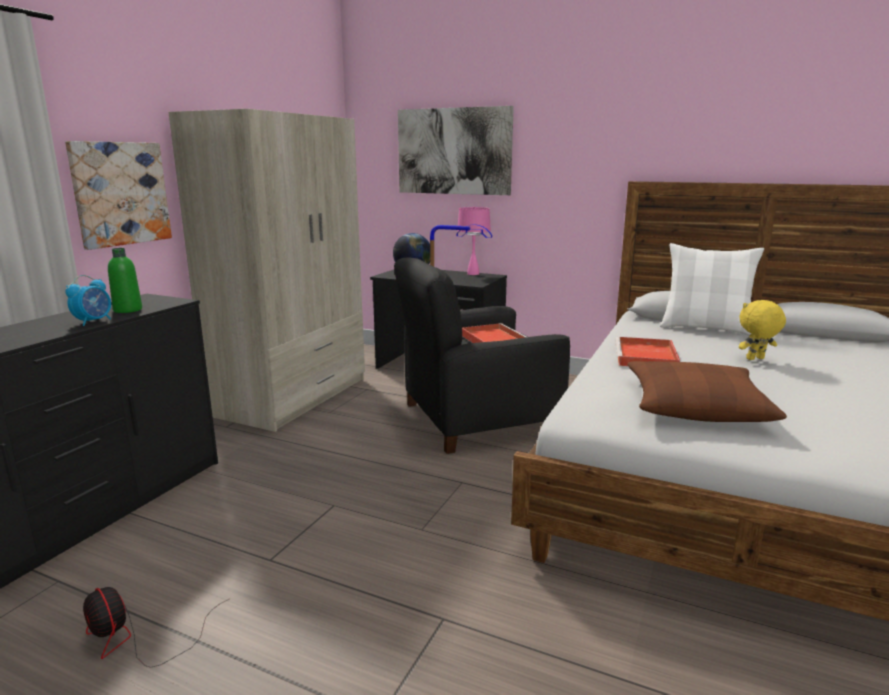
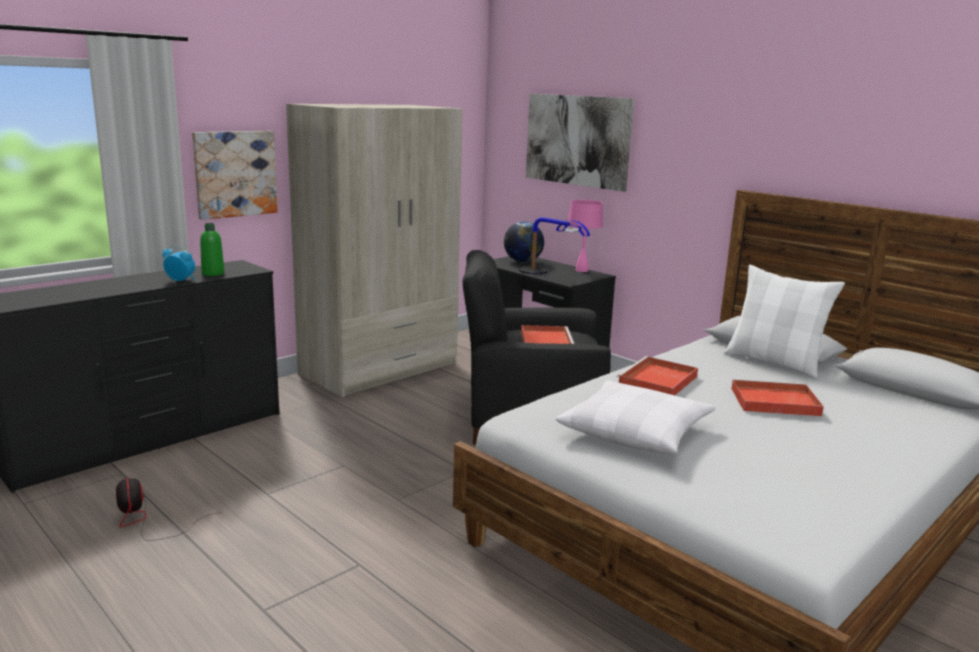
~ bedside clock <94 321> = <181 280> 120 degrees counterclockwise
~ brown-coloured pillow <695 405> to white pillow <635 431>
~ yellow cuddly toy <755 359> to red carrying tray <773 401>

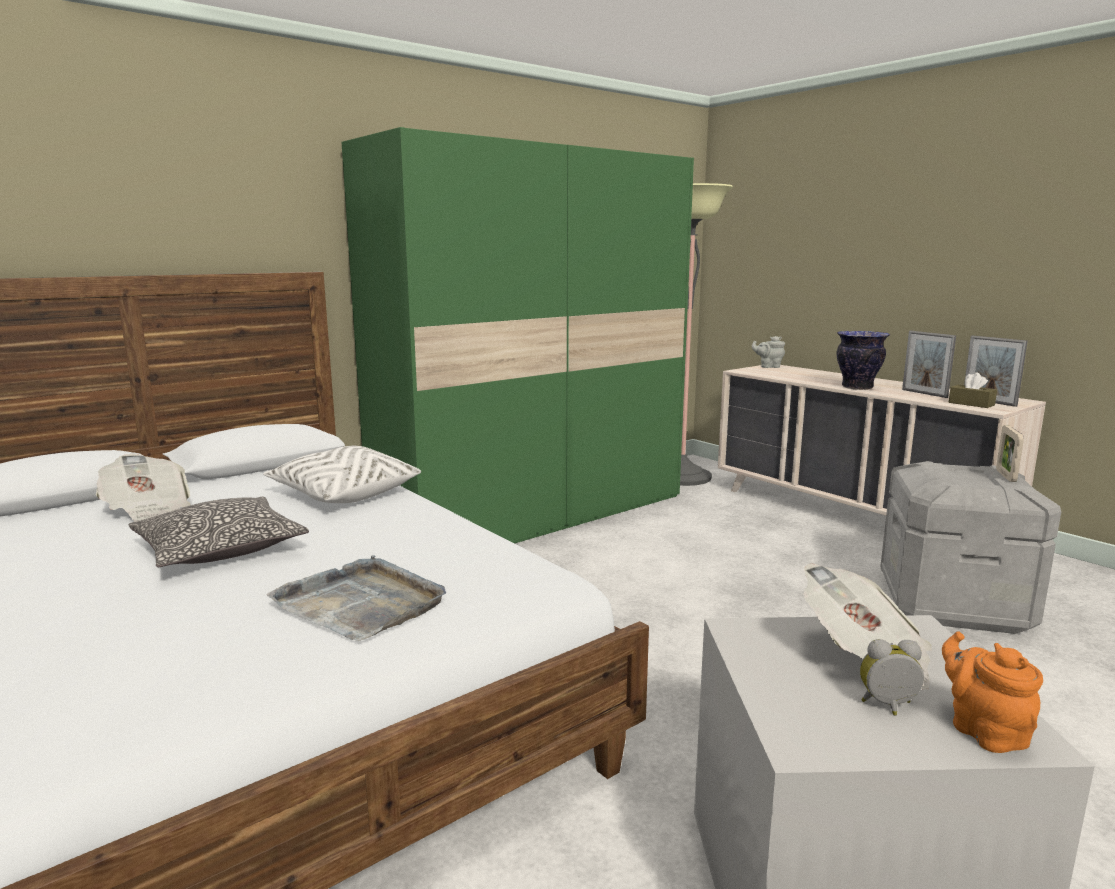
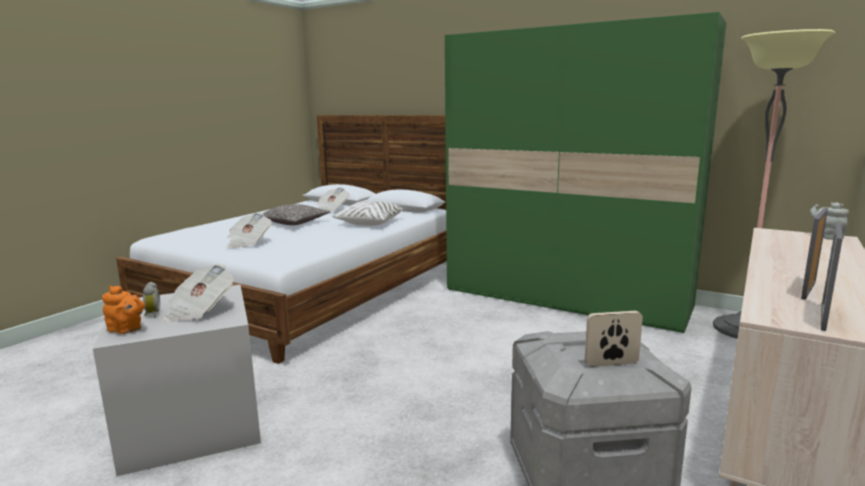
~ orange-coloured pot for tea <983 731> = <127 330> 60 degrees clockwise
~ gray carrying tray <361 603> to daily paper <248 243>
- flower vase <856 387>
- brown-coloured tissue holder <971 404>

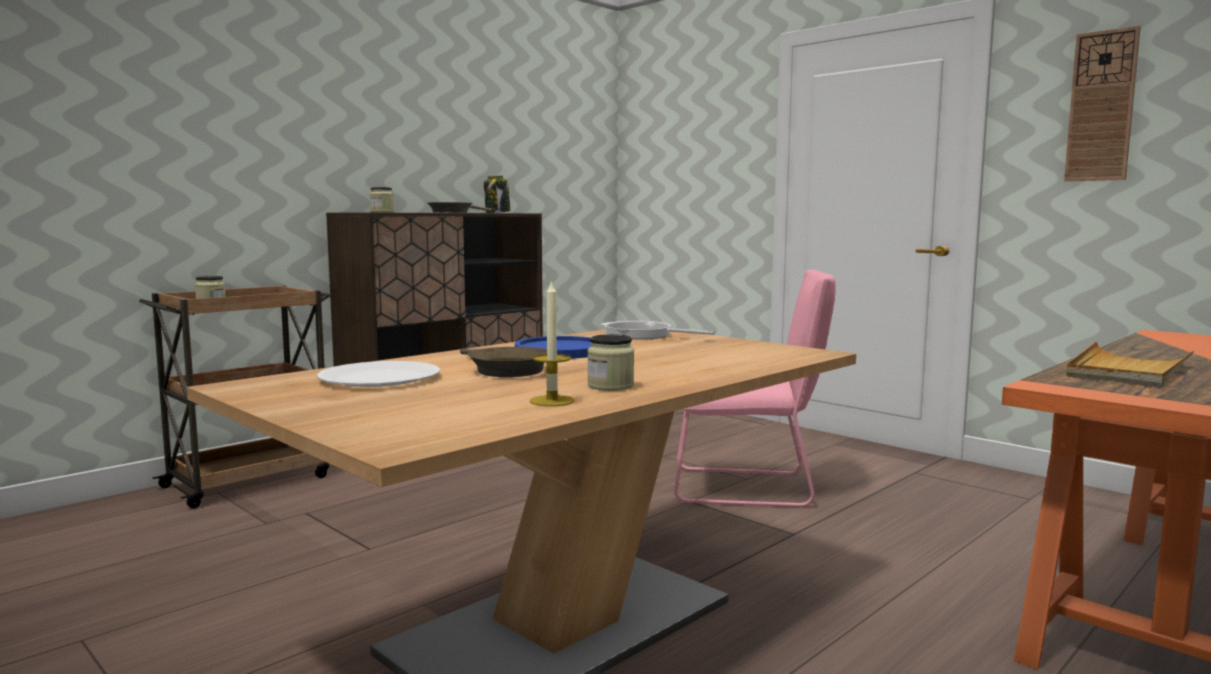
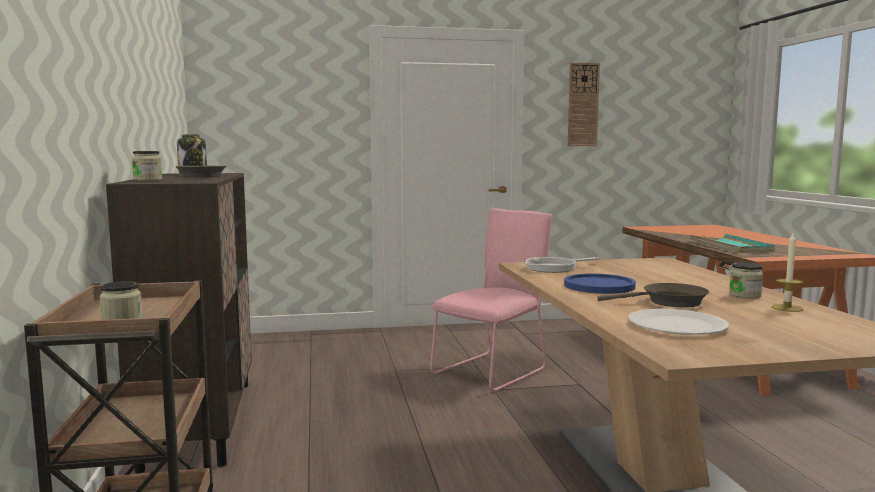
~ beige-coloured carrying tray <1127 370> to blue-green carrying tray <731 246>

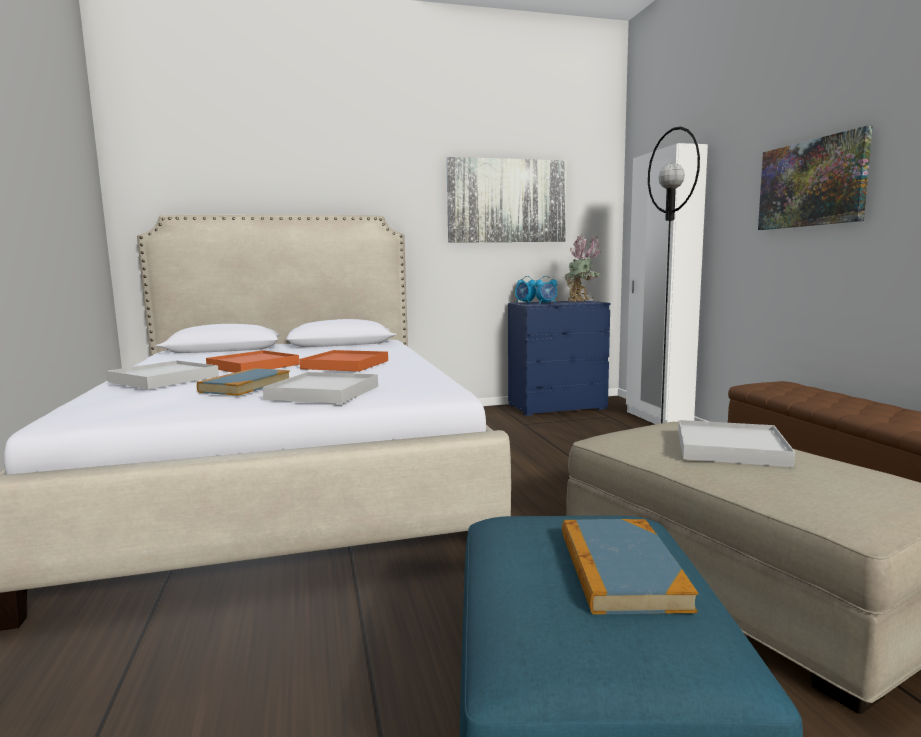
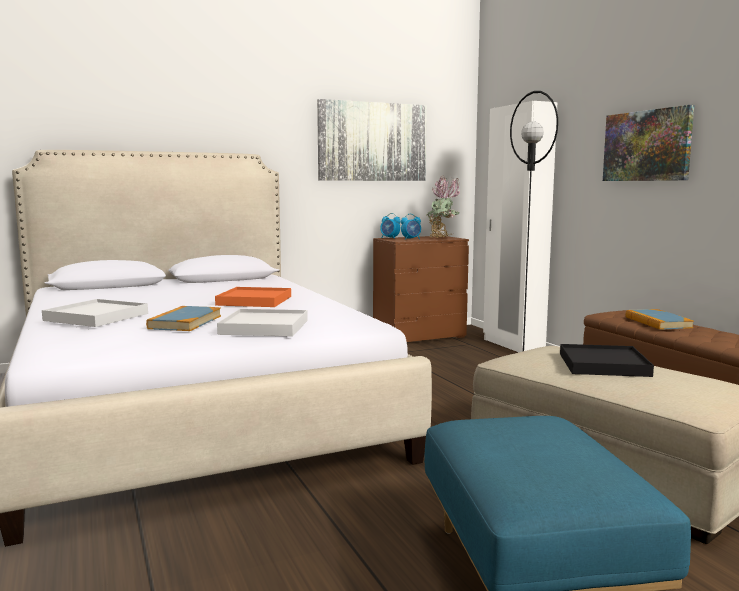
~ blue drawer chest <557 407> to brown-coloured drawer chest <419 336>
~ white carrying tray <730 448> to black carrying tray <603 365>
~ bound book <620 570> to <657 322>
- orange-coloured carrying tray <253 366>

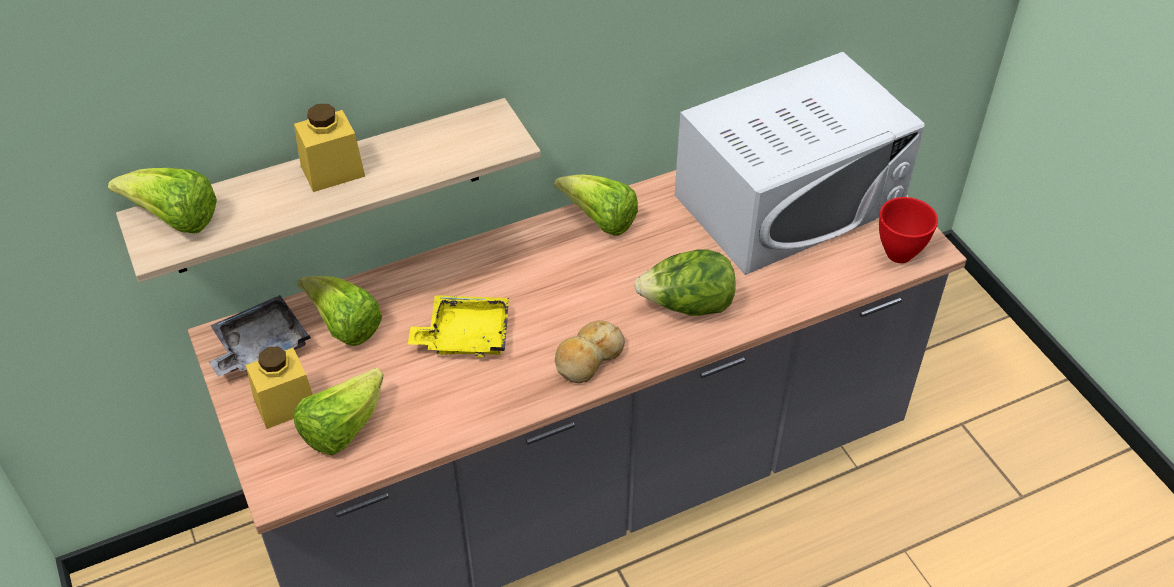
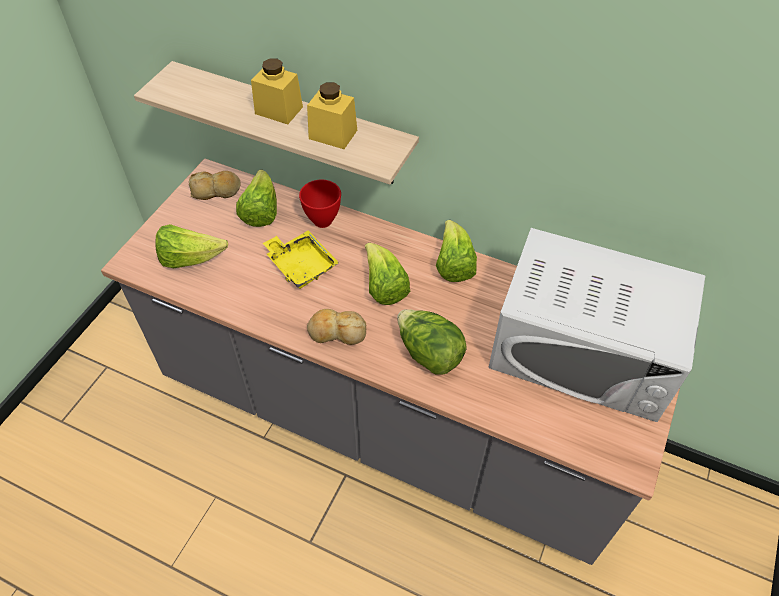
~ gray carrying tray <260 347> to bakery bread <216 191>
~ red serving bowl <898 253> to <323 220>
~ yellow jar <285 404> to <333 134>
~ lettuce <175 220> to <384 287>

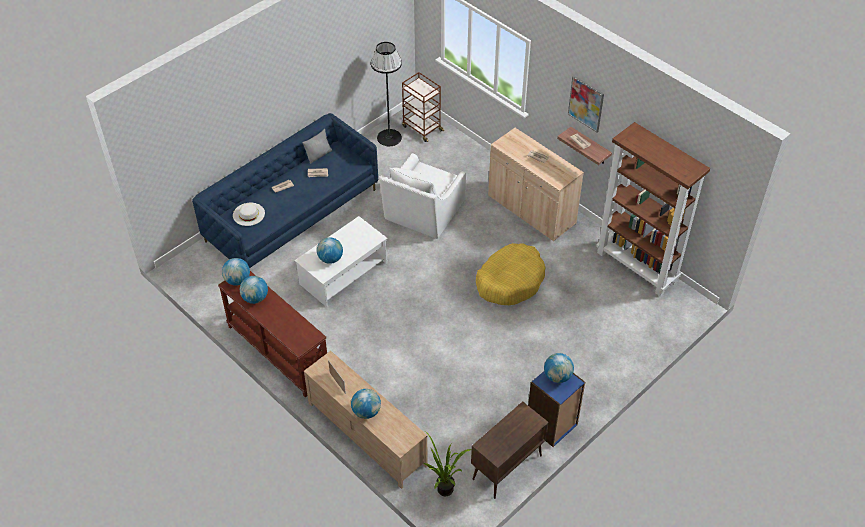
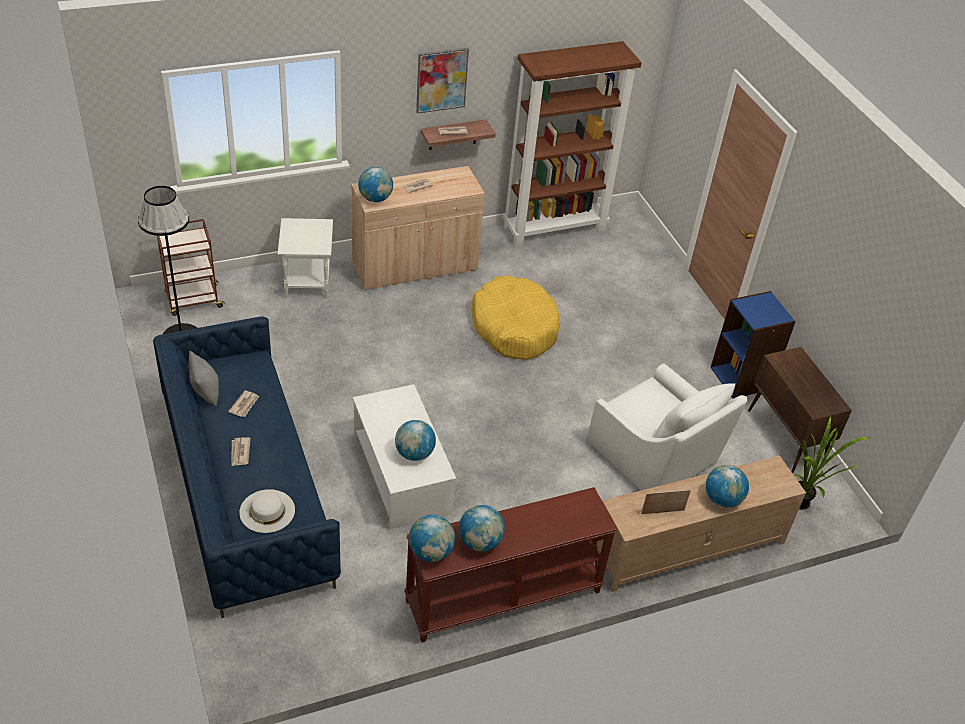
+ white side table <307 284>
~ globe <557 376> to <375 198>
~ white lounge chair <423 212> to <655 456>

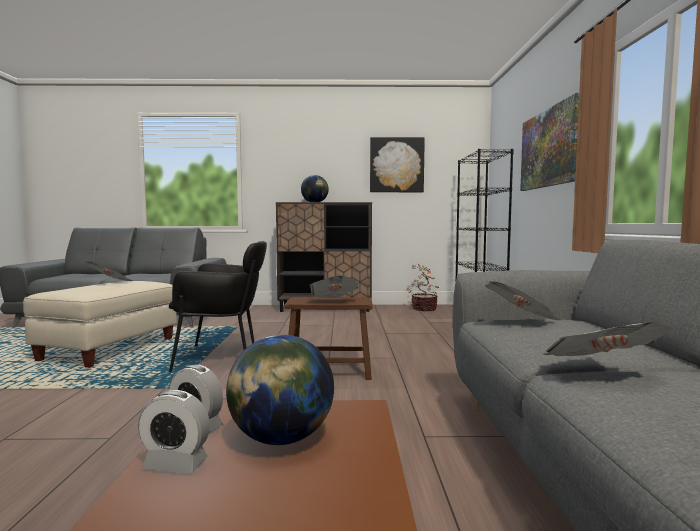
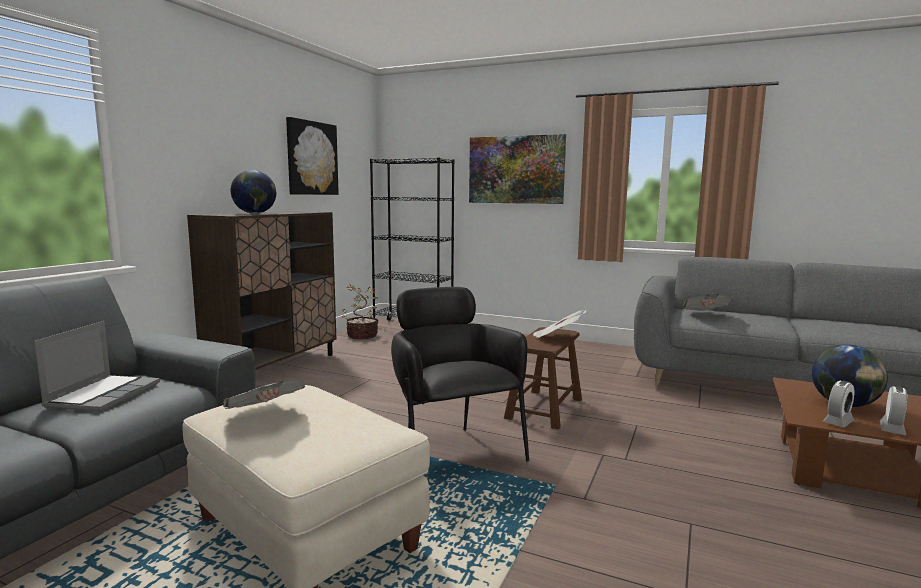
+ portable computer <104 394>
~ black lounge chair <222 357> = <452 450> 45 degrees counterclockwise
- daily paper <600 371>

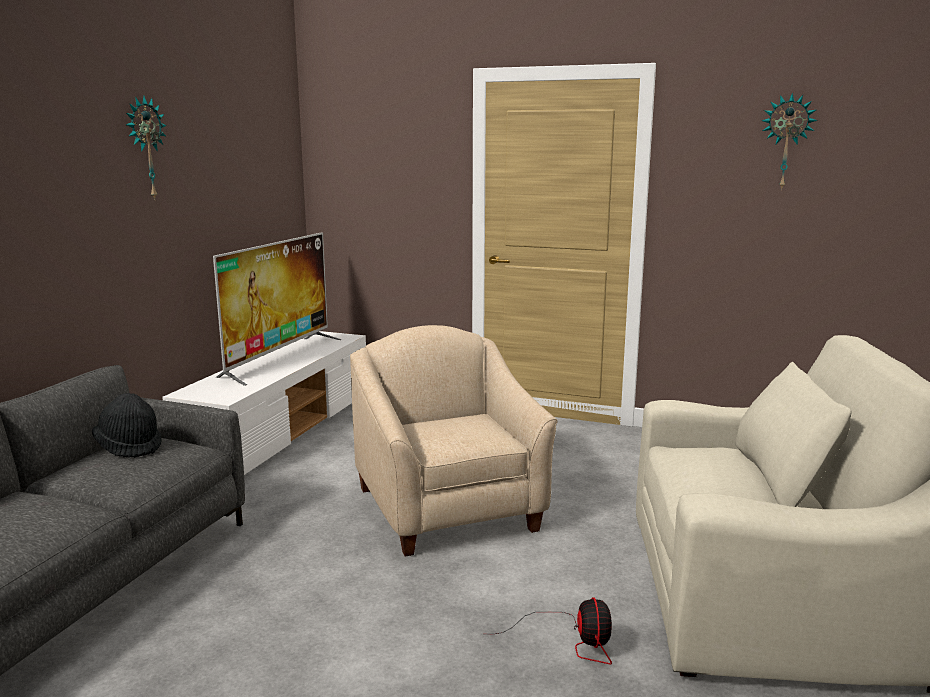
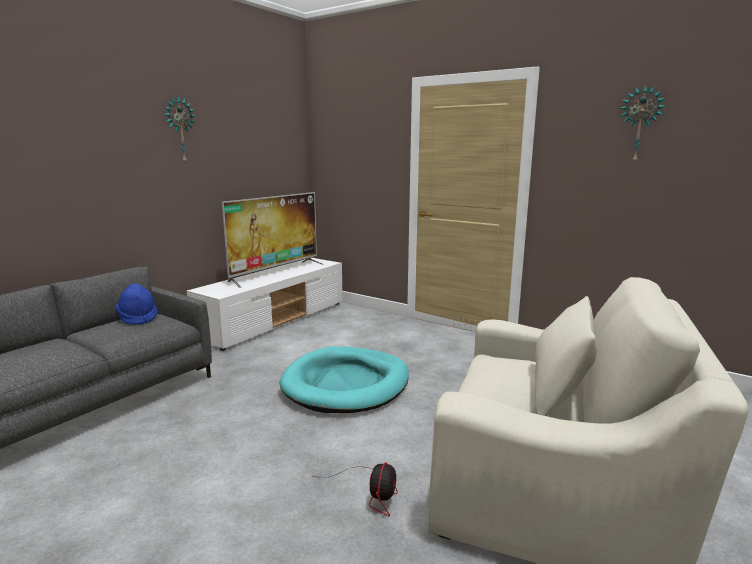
~ black hat <129 446> to blue hat <138 318>
~ beige-coloured lounge chair <449 509> to blue-green dog bed <346 384>

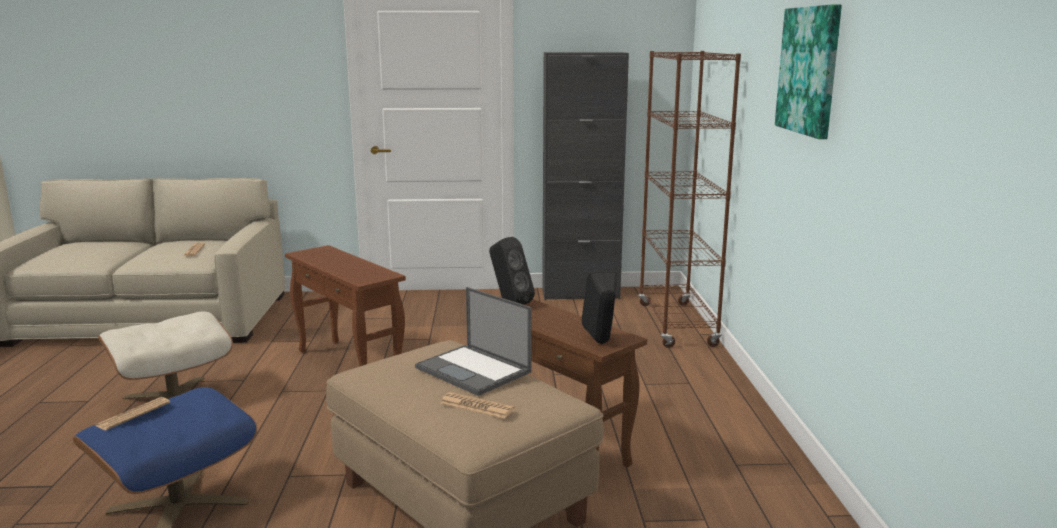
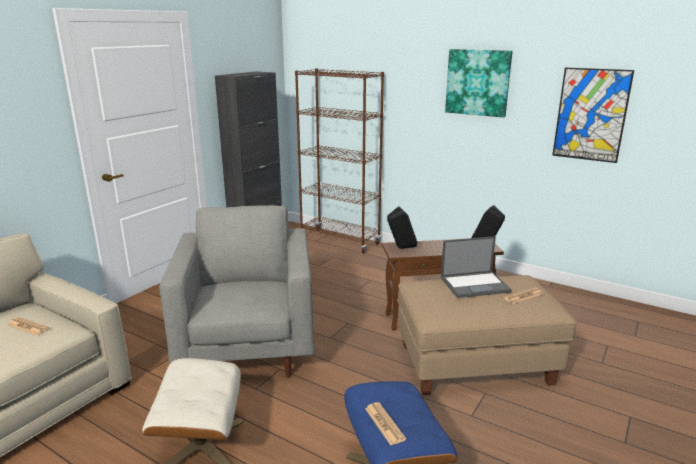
~ brown-coloured side table <349 365> to gray lounge chair <249 349>
+ wall picture <591 115>

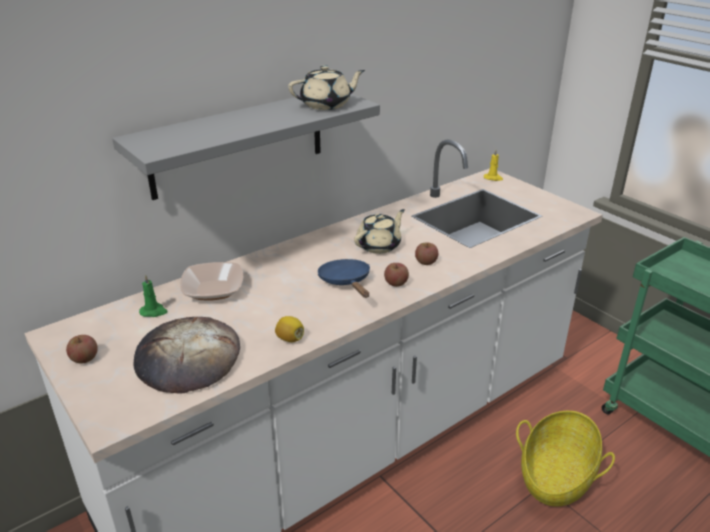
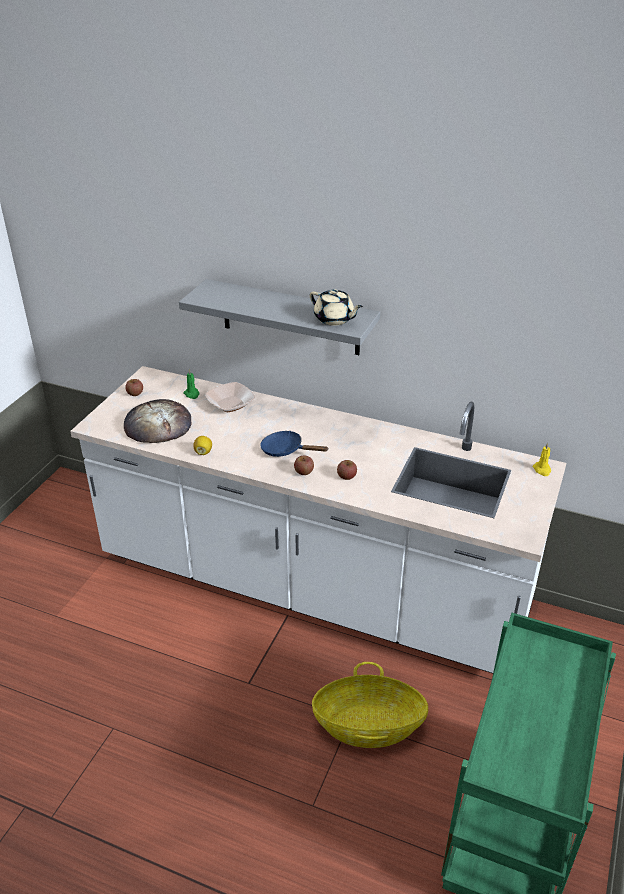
~ blue frying pan <346 282> = <286 450> 105 degrees counterclockwise
- beige-coloured pot for tea <379 245>

